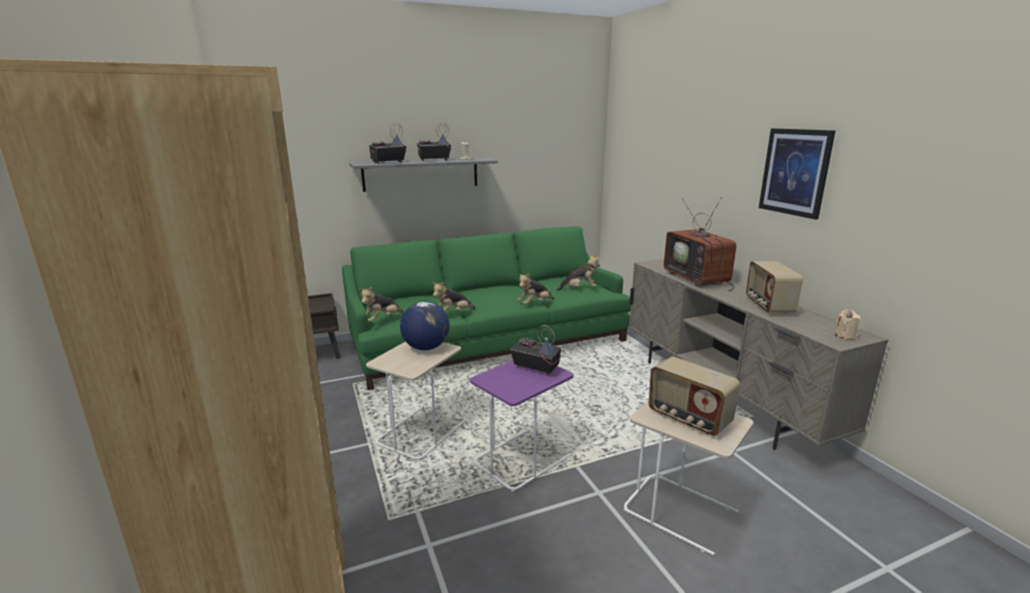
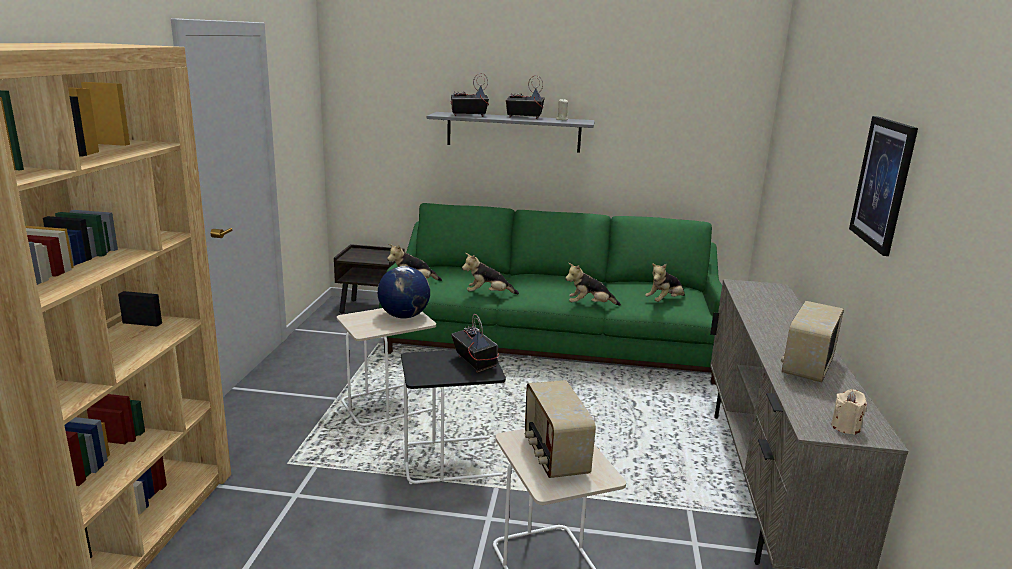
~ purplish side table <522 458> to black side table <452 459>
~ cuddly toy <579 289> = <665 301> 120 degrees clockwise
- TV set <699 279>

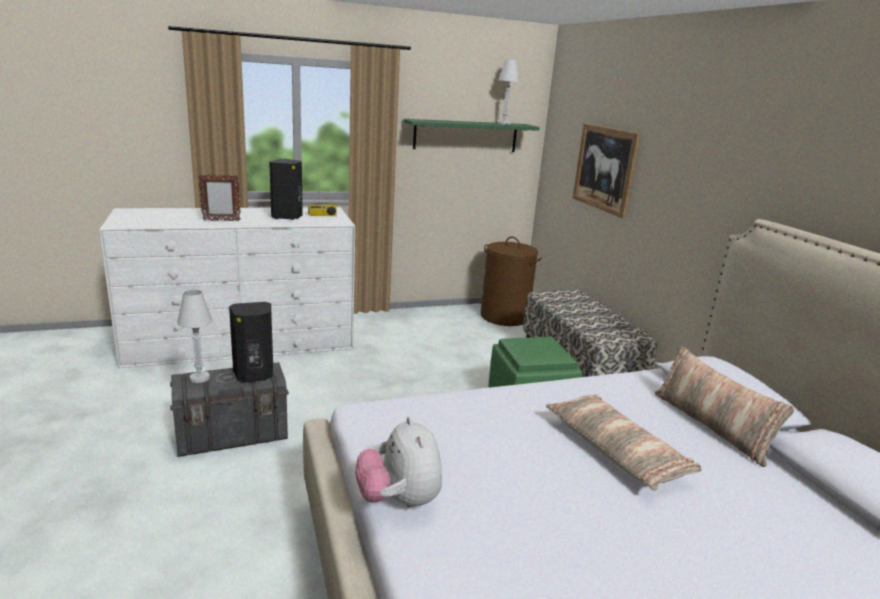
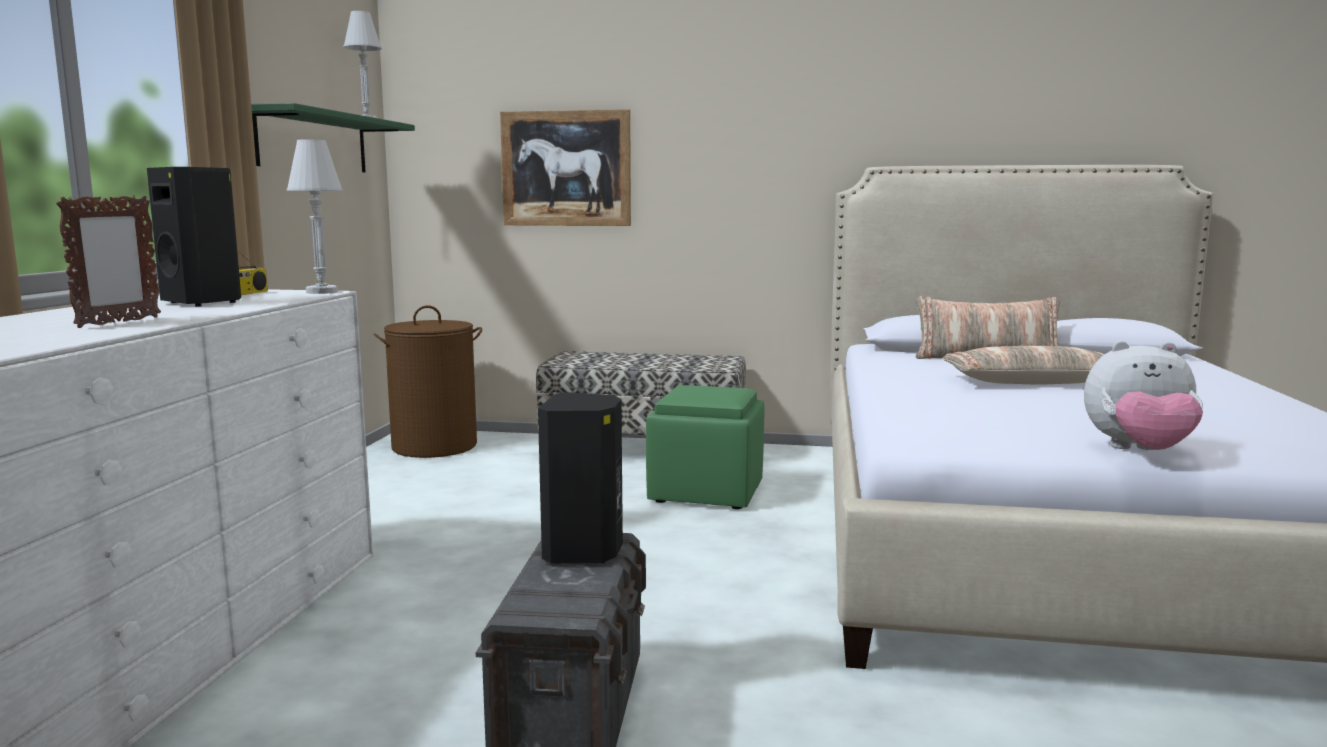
~ white lamp for a table <199 378> to <321 292>

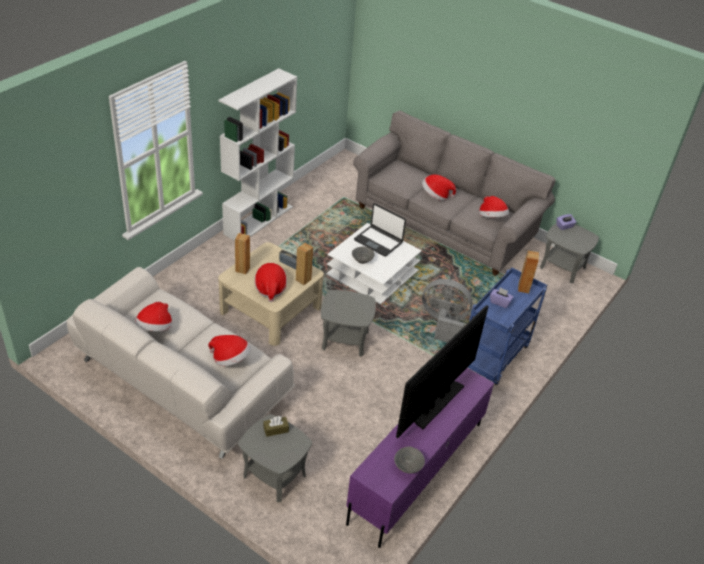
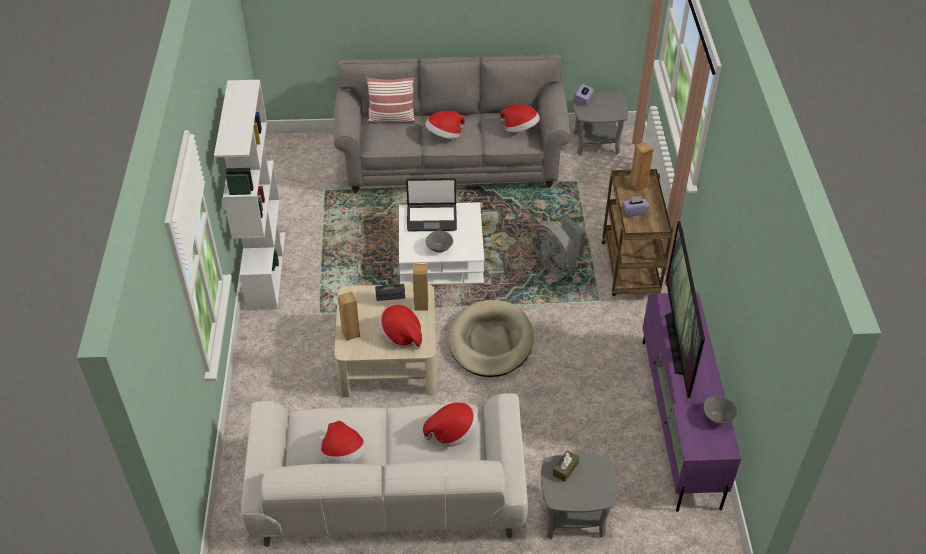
+ pillow <391 119>
~ gray side table <345 340> to beige-coloured dog bed <491 341>
~ gray fan <443 323> = <556 265> 105 degrees counterclockwise
~ blue wheeled cart <494 358> to brown-coloured wheeled cart <631 270>

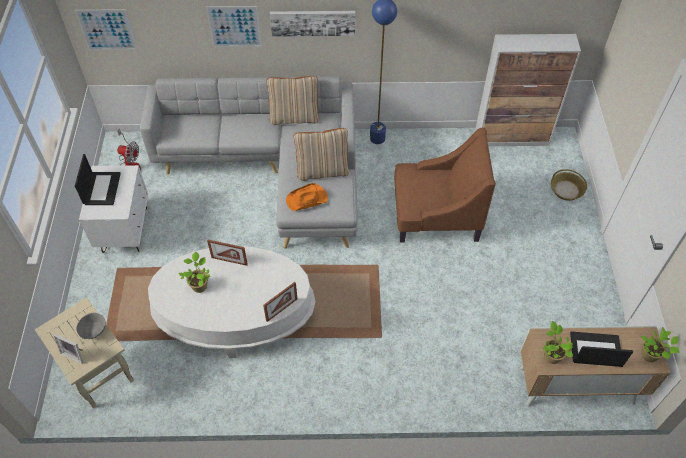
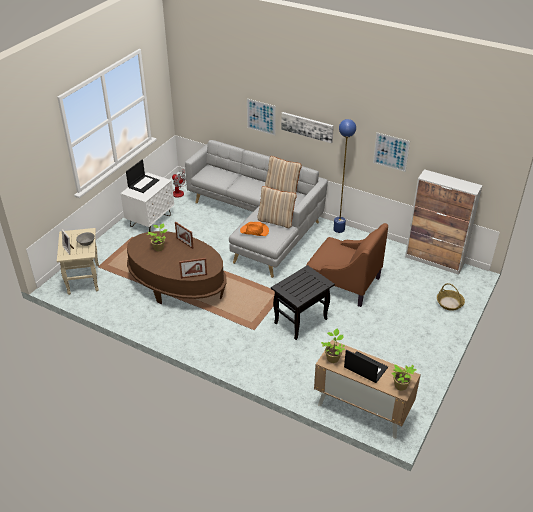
~ white lounge table <236 316> to brown-coloured lounge table <177 284>
+ black side table <300 322>
~ wall picture <106 30> to <391 152>

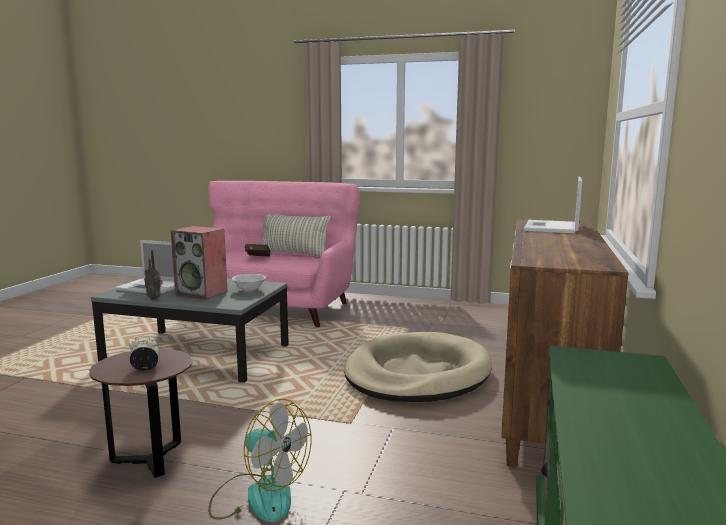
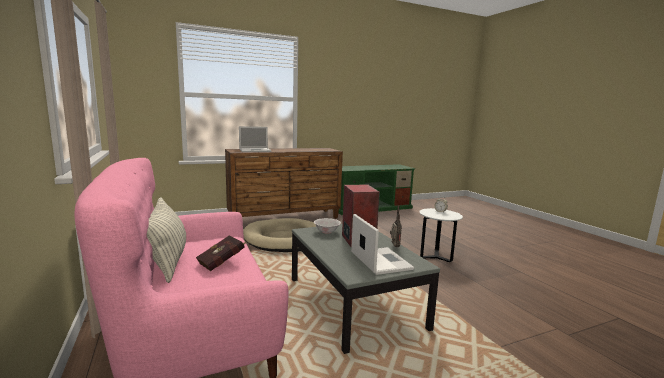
~ brown-coloured side table <150 460> to white side table <436 257>
- fan <259 496>

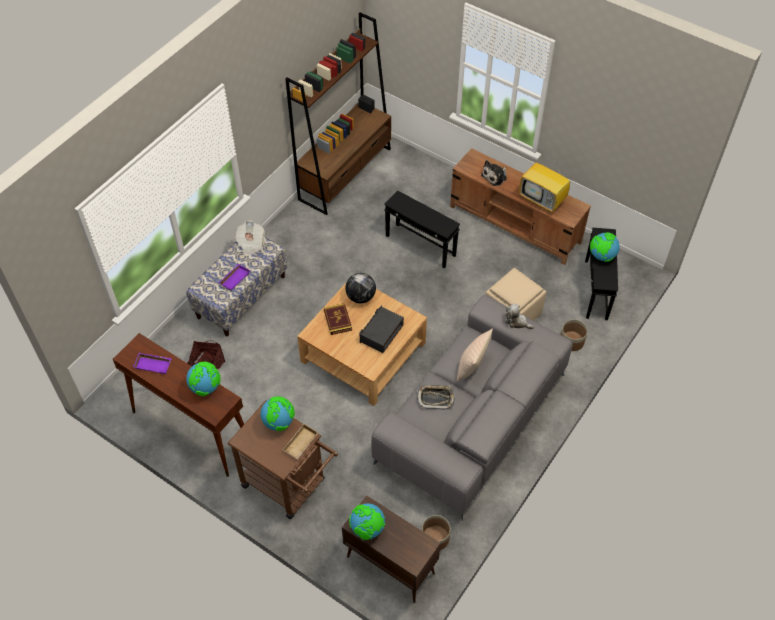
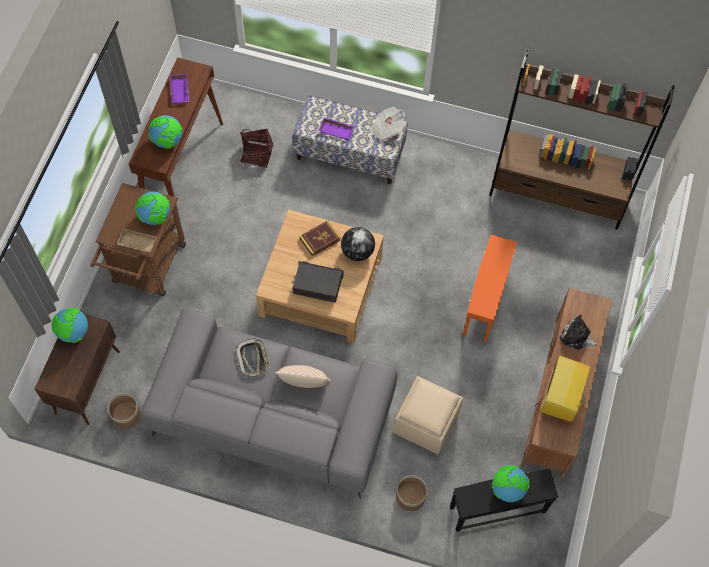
~ black side table <420 246> to orange-coloured side table <484 301>
- cuddly toy <517 322>

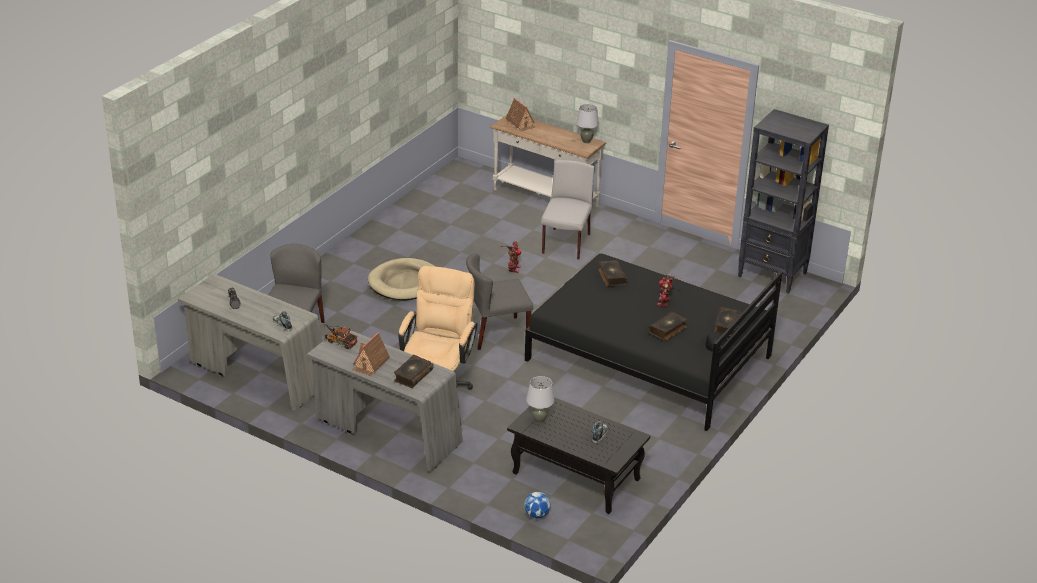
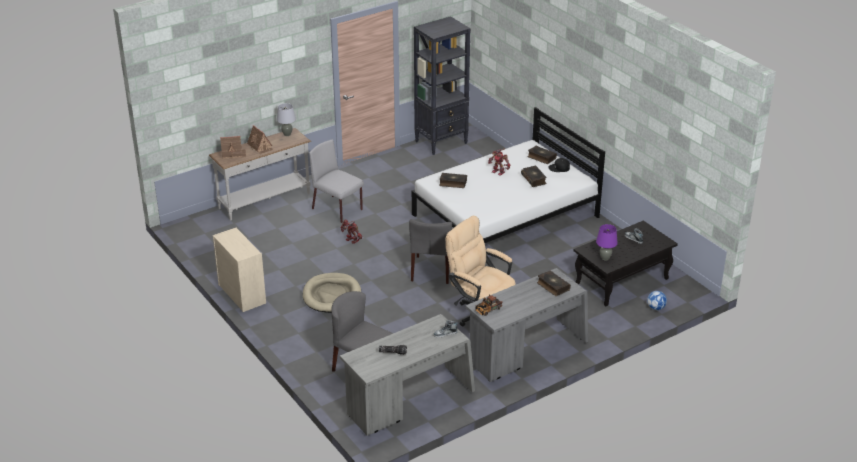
+ beige-coloured drawer chest <241 293>
~ toy house <370 364> to <260 147>
~ black bed <648 358> to white bed <505 216>
~ gray lamp for a table <539 420> to purplish lamp for a table <605 258>

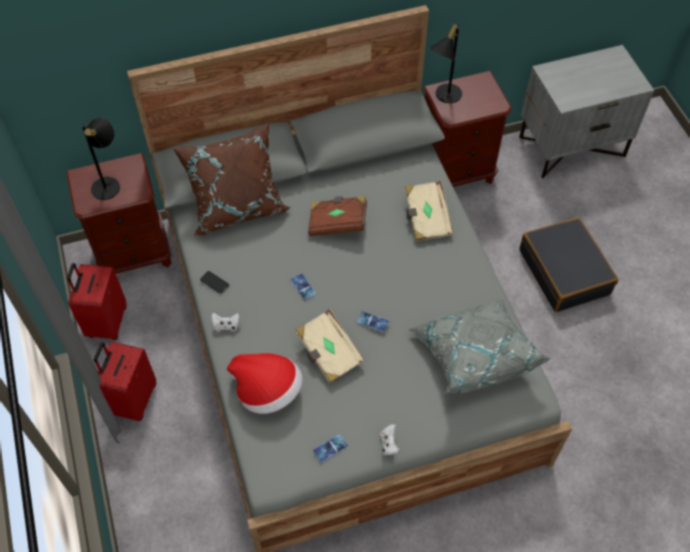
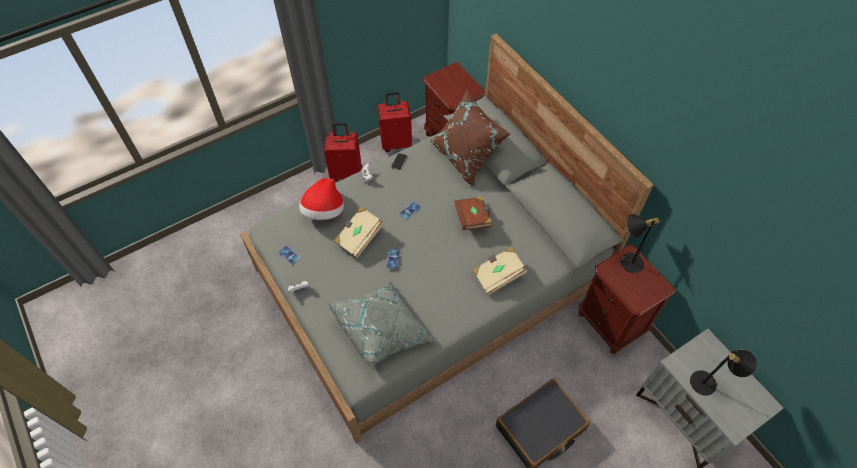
~ black lamp for a table <109 184> to <708 384>

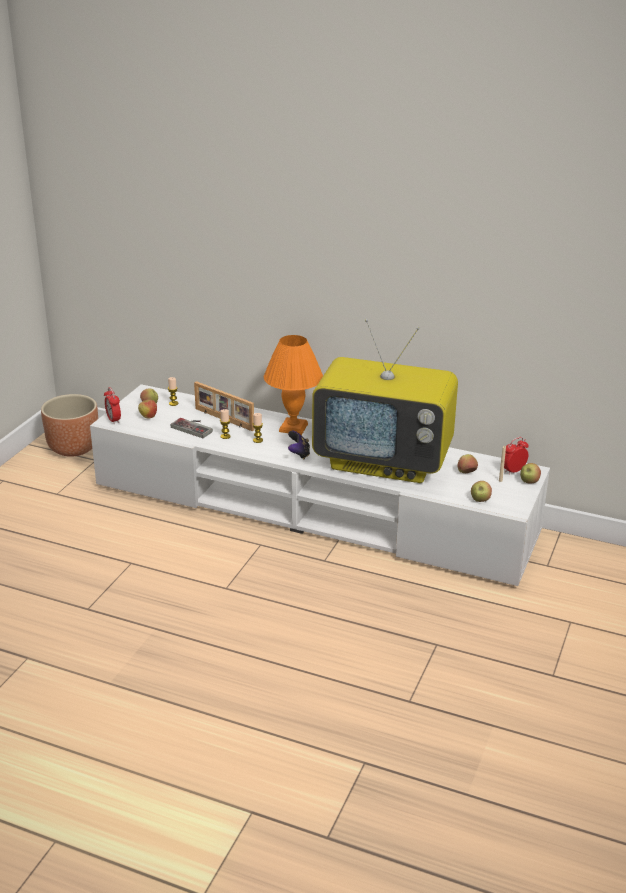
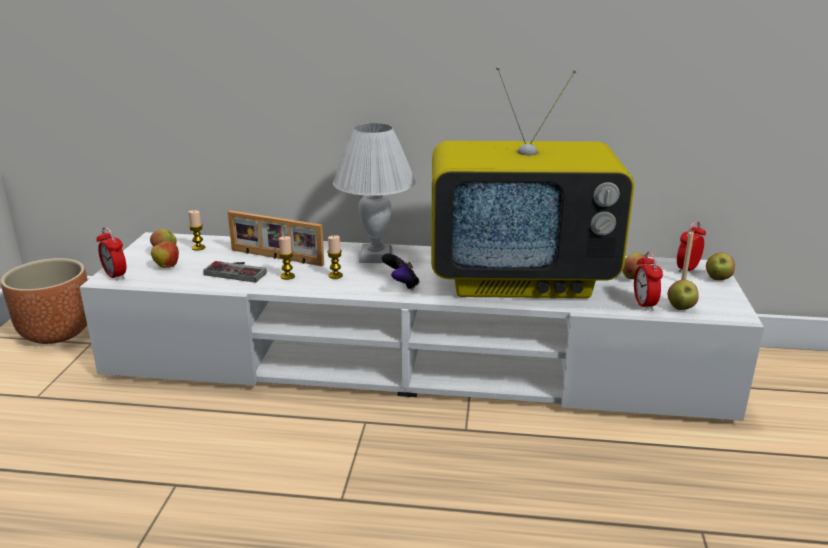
~ orange-coloured lamp for a table <292 428> to white lamp for a table <374 256>
+ bedside clock <644 304>

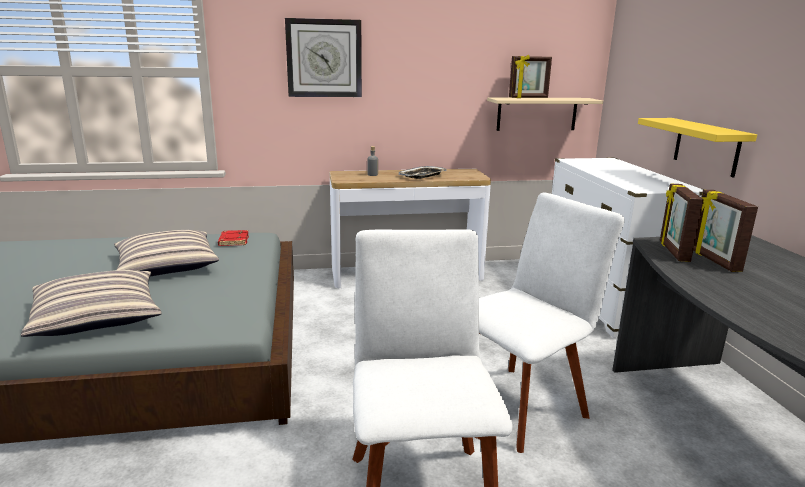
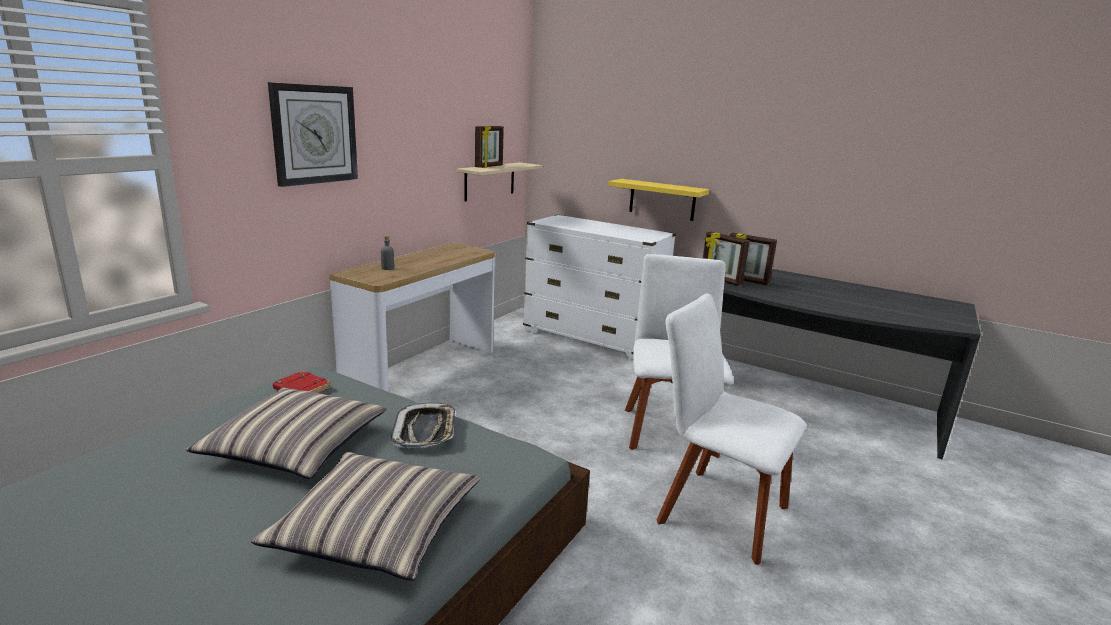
~ carrying tray <423 176> to <425 431>

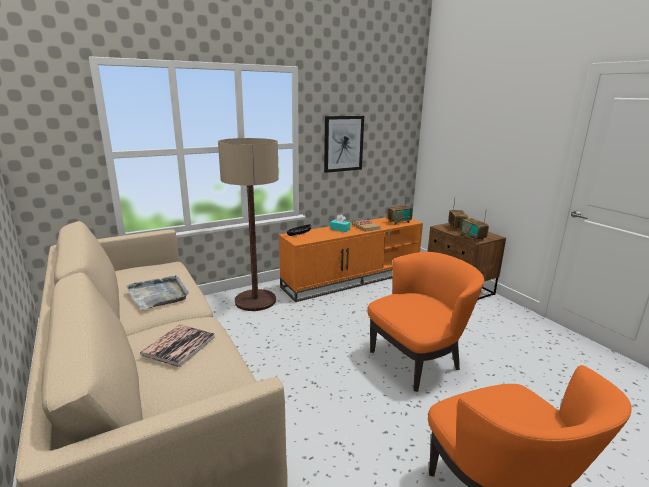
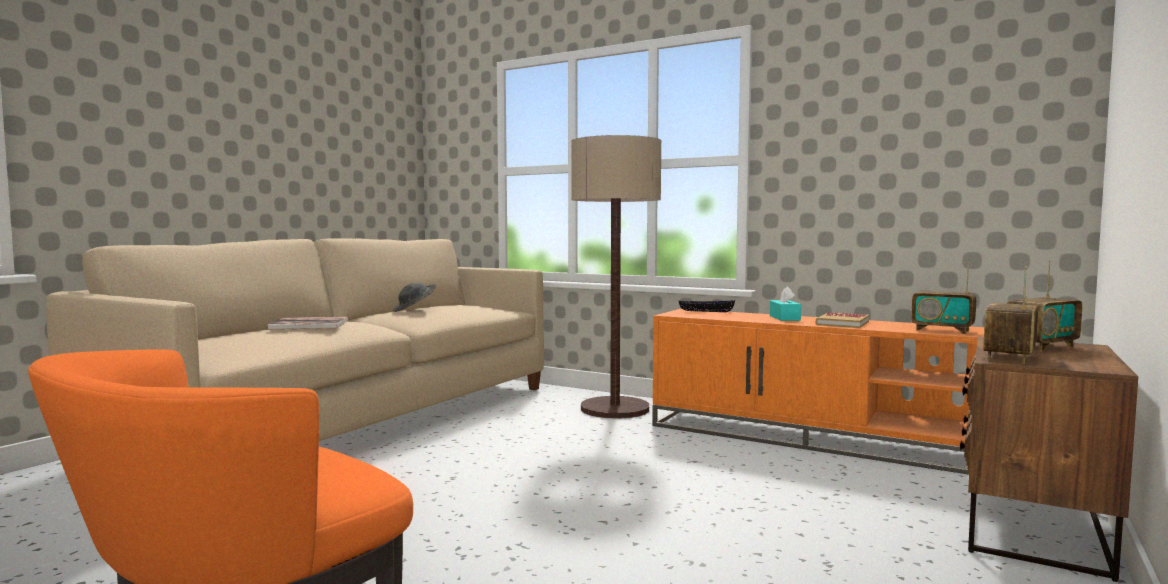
~ gray carrying tray <159 294> to gray hat <415 310>
- wall picture <343 143>
- orange-coloured lounge chair <417 360>

